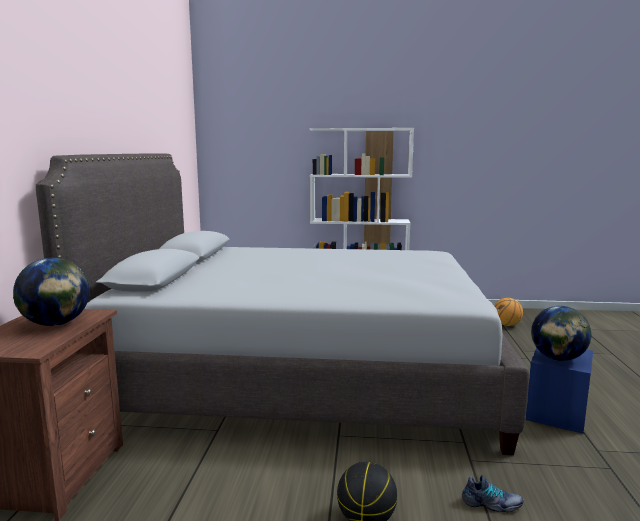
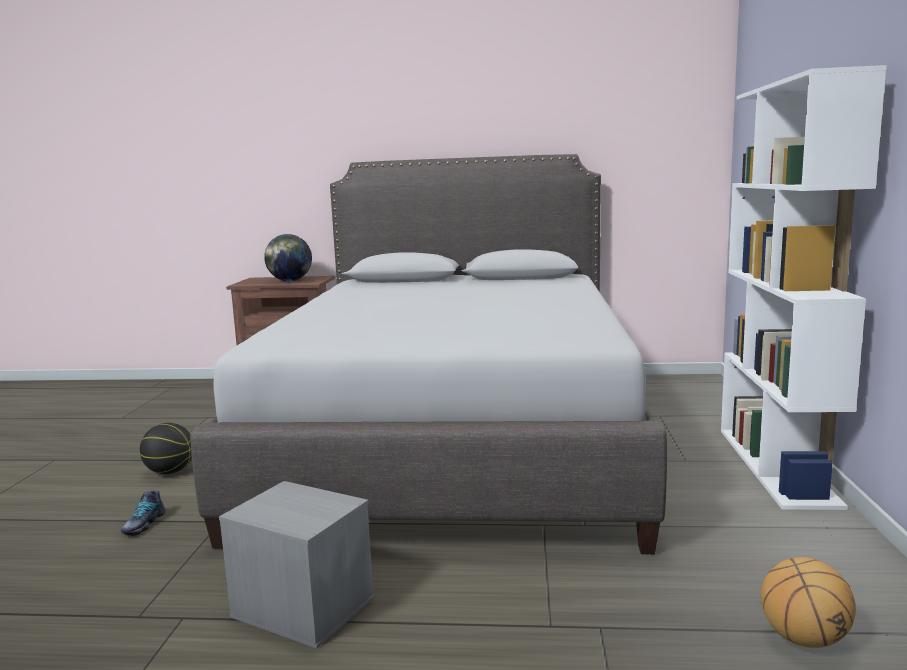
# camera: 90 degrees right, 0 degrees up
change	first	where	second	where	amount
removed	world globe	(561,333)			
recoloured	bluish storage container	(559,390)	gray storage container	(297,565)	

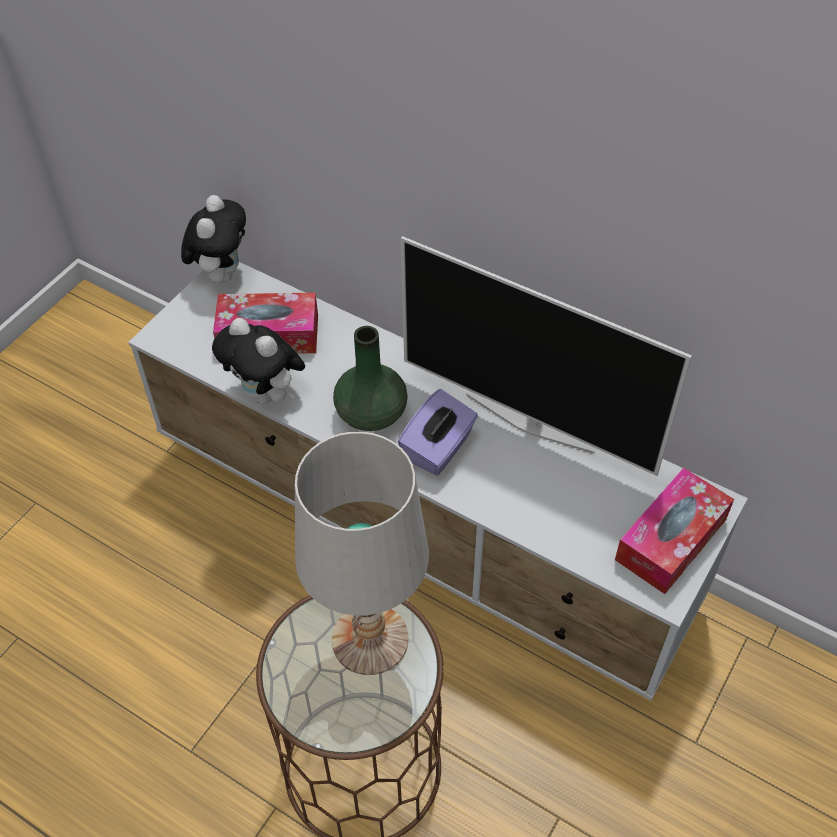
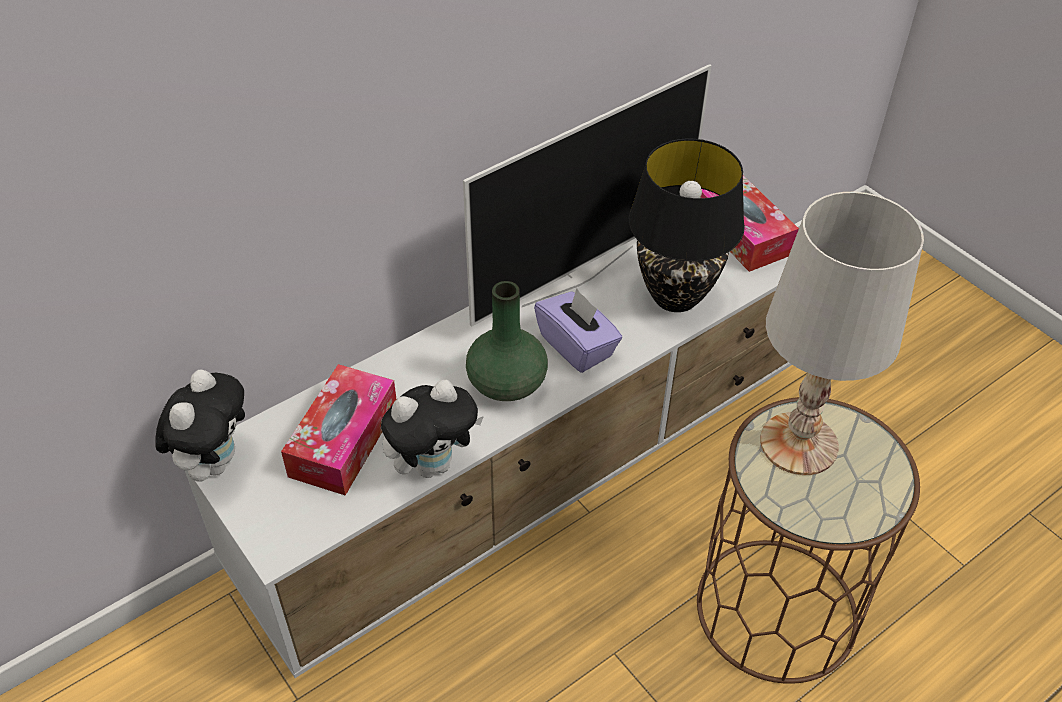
# camera: 70 degrees left, 5 degrees down
change	first	where	second	where	amount
added			blackish lamp for a table	(687,225)	
turned	plush toy	(213,239)		(200,426)	75 degrees clockwise

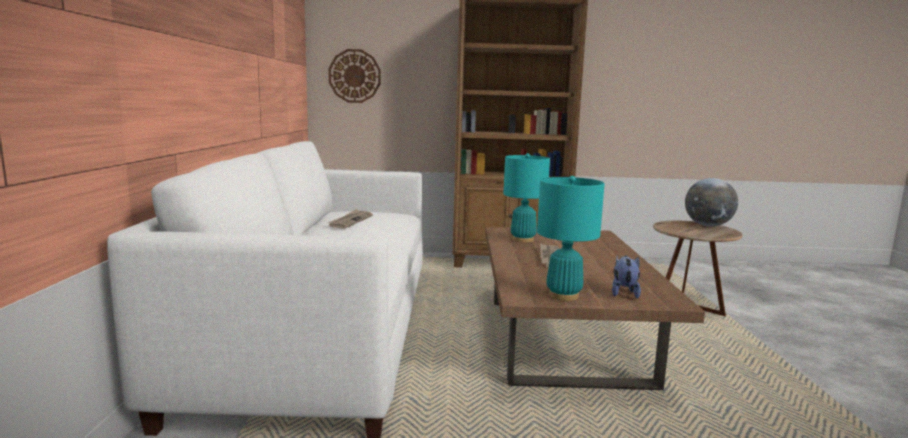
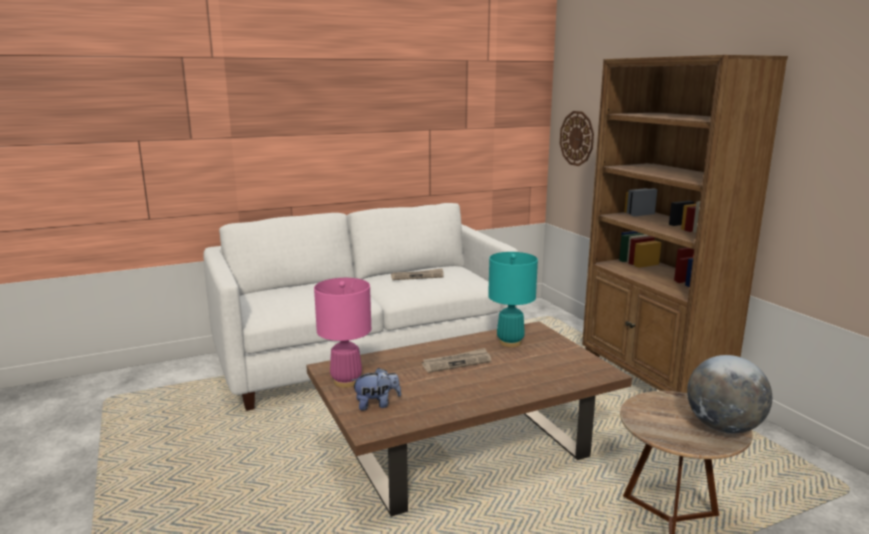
# camera: 65 degrees right, 5 degrees up
change	first	where	second	where	amount
recoloured	blue-green lamp for a table	(571,238)	pinkish lamp for a table	(342,333)	

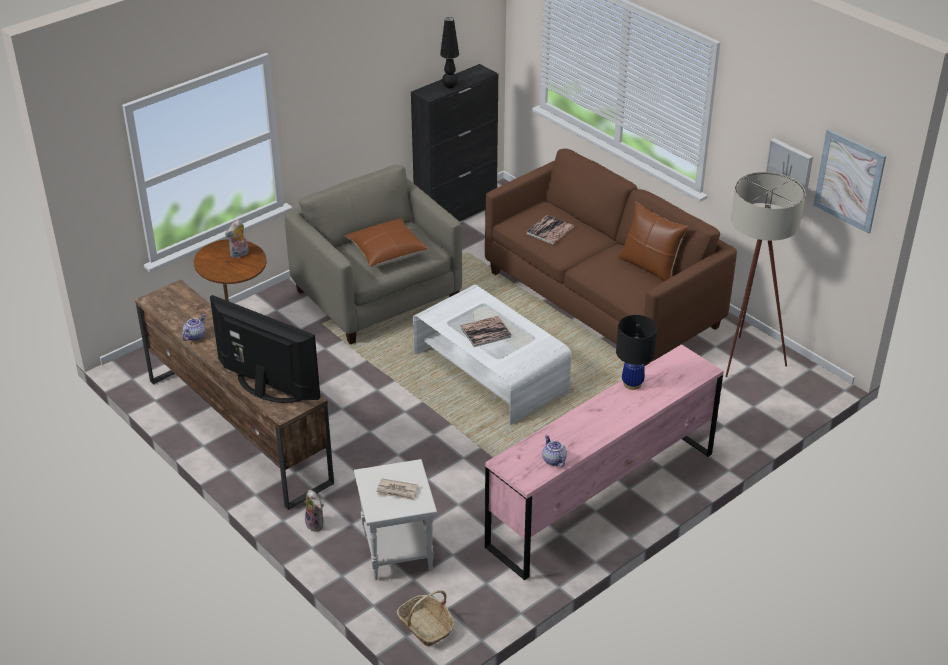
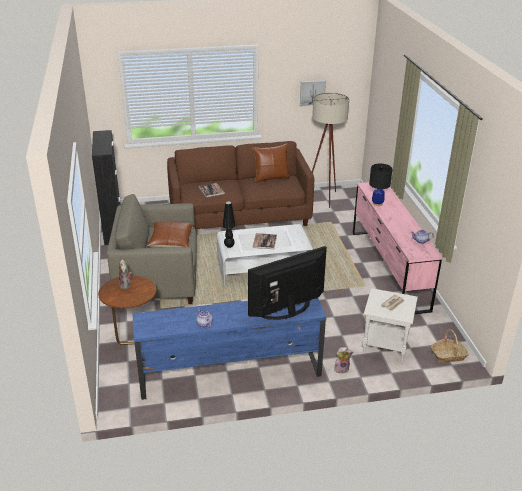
# camera: 60 degrees left, 5 degrees down
change	first	where	second	where	amount
removed	wall picture	(849,181)			
moved	blackish lamp for a table	(449,53)		(228,224)	
recoloured	brown-coloured media console	(234,394)	bluish media console	(229,349)	

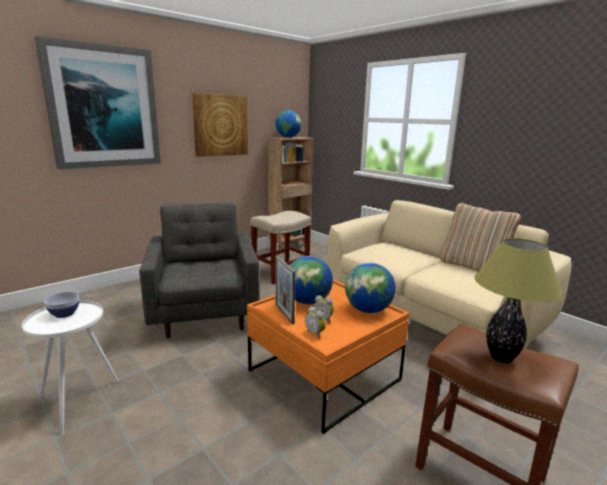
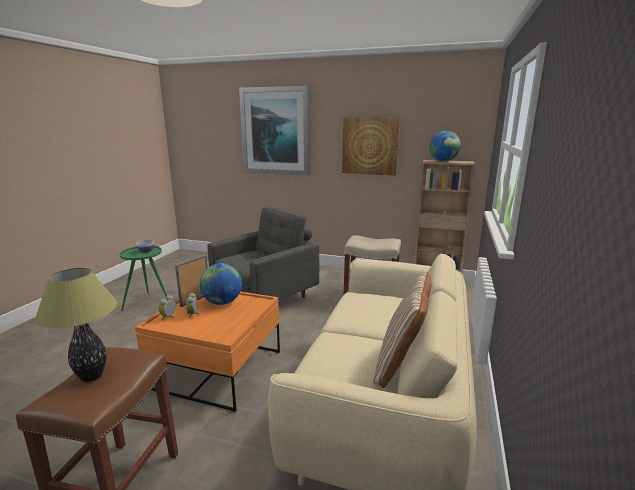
# camera: 60 degrees right, 0 degrees up
change	first	where	second	where	amount
removed	world globe	(370,288)			
recoloured	white-coloured side table	(70,367)	green side table	(143,278)	

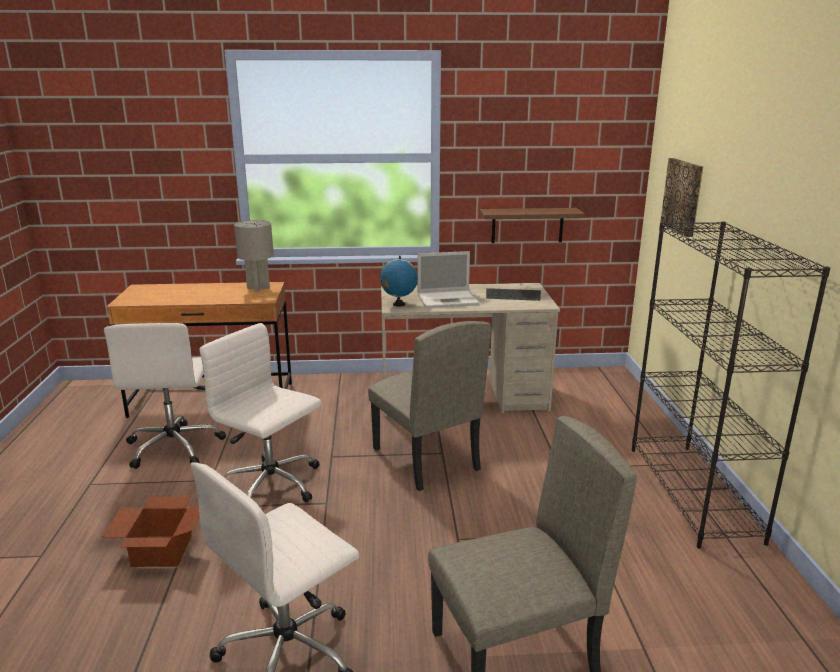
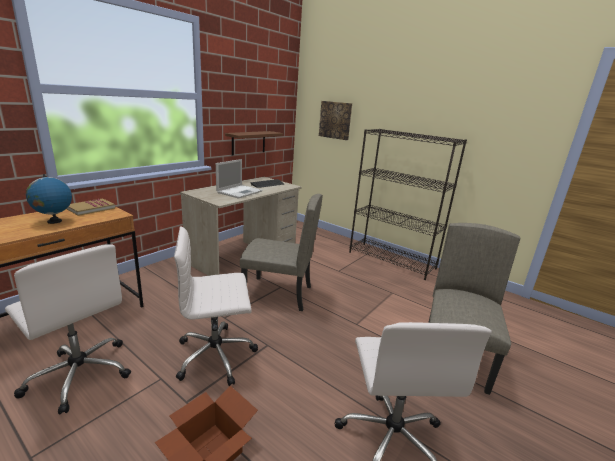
# camera: 50 degrees left, 0 degrees up
change	first	where	second	where	amount
moved	world globe	(399,281)		(49,199)	
replaced	gray lamp for a table	(254,256)	volume	(91,207)	

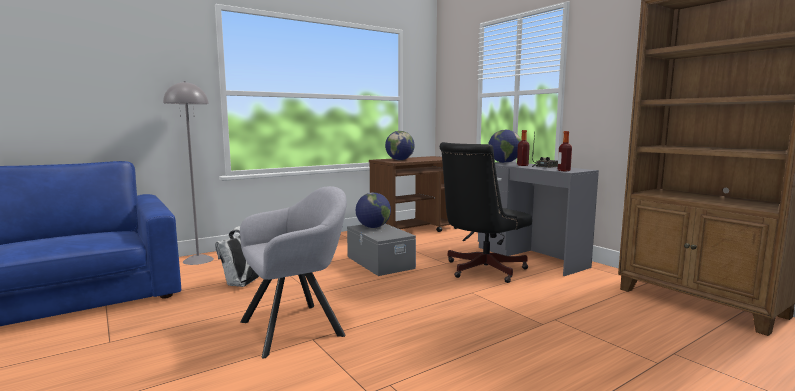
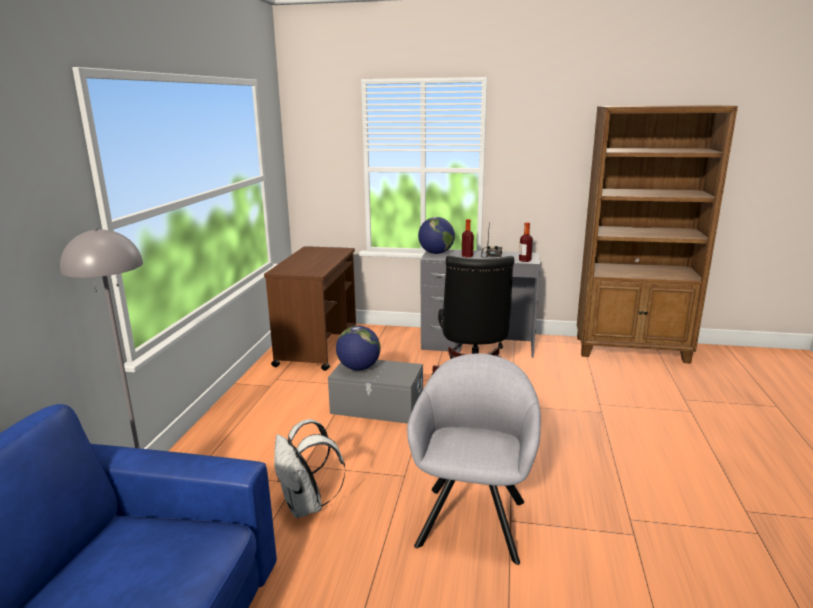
# camera: 45 degrees left, 10 degrees up
change	first	where	second	where	amount
removed	world globe	(400,145)			

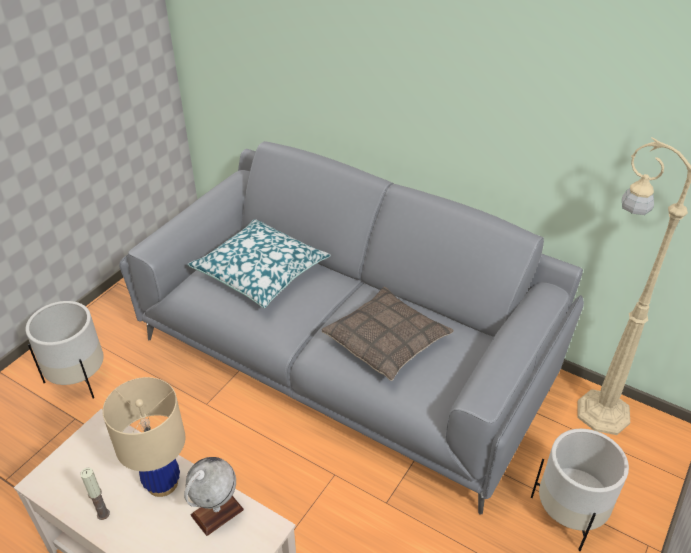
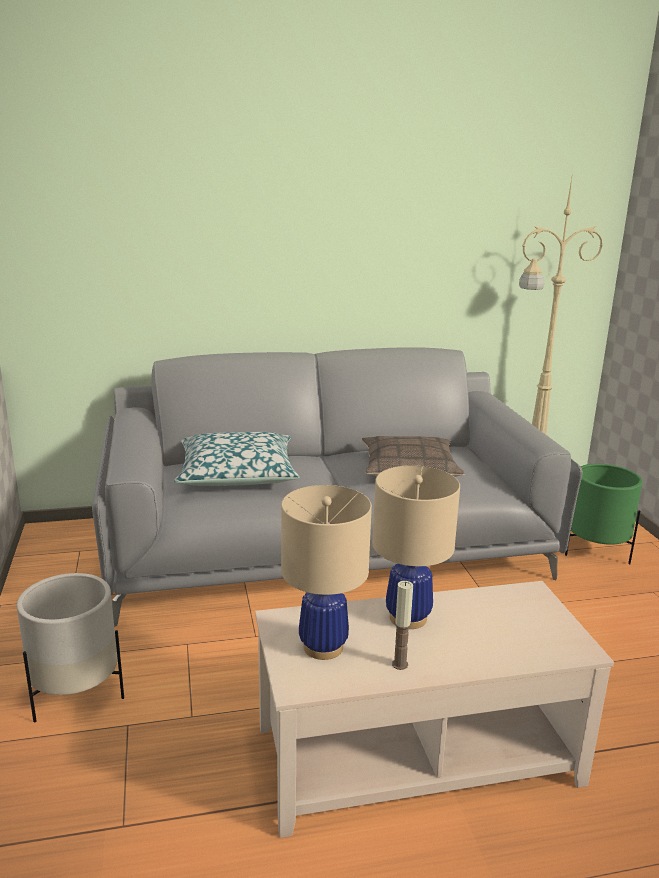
# camera: 45 degrees left, 20 degrees down
change	first	where	second	where	amount
removed	world globe	(214,496)			
added			beige-coloured lamp for a table	(326,572)	
recoloured	white-coloured flower pot	(580,490)	green flower pot	(604,514)	

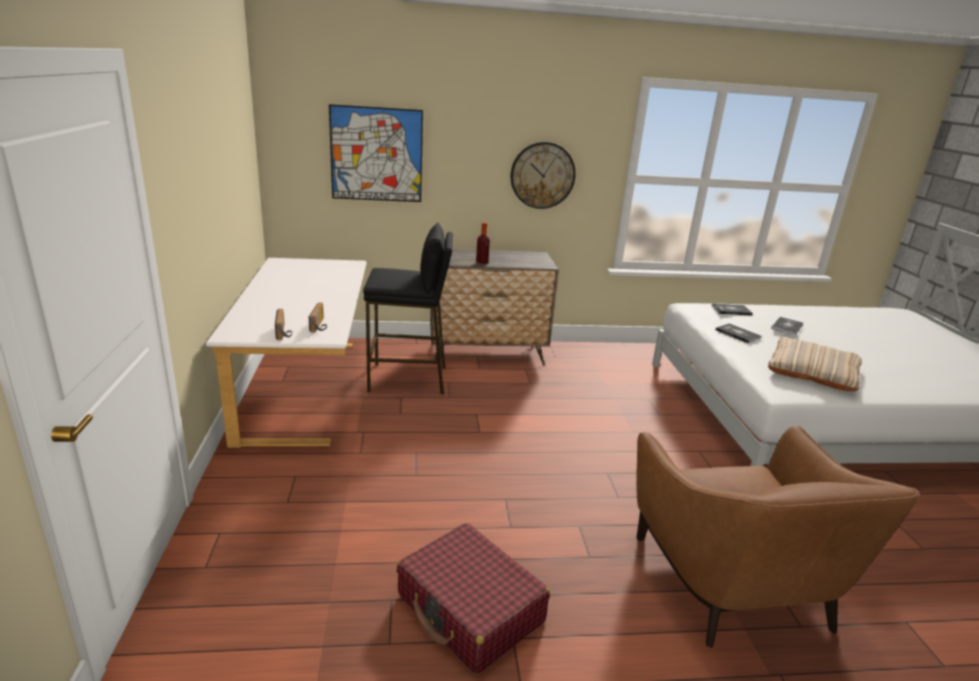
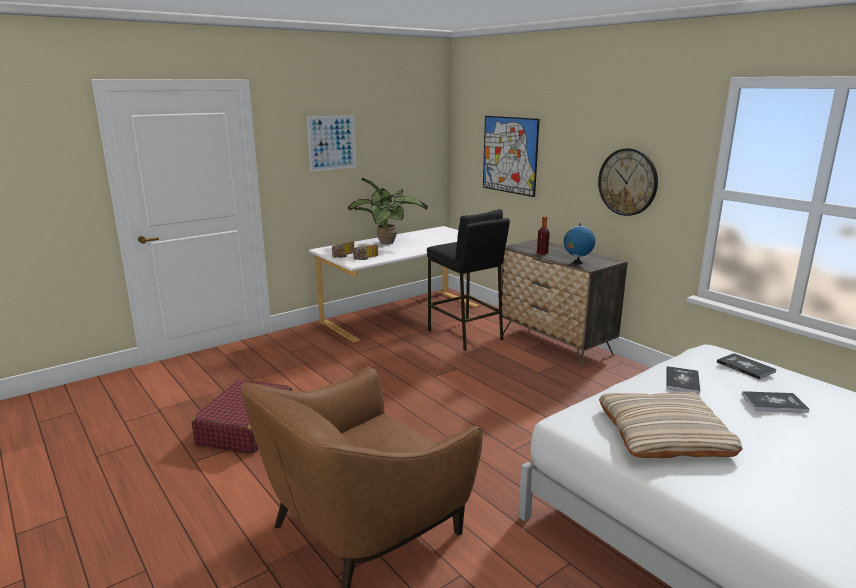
# camera: 60 degrees right, 5 degrees down
change	first	where	second	where	amount
added			wall picture	(331,143)	
added			plant in a pot	(388,211)	
added			world globe	(579,244)	

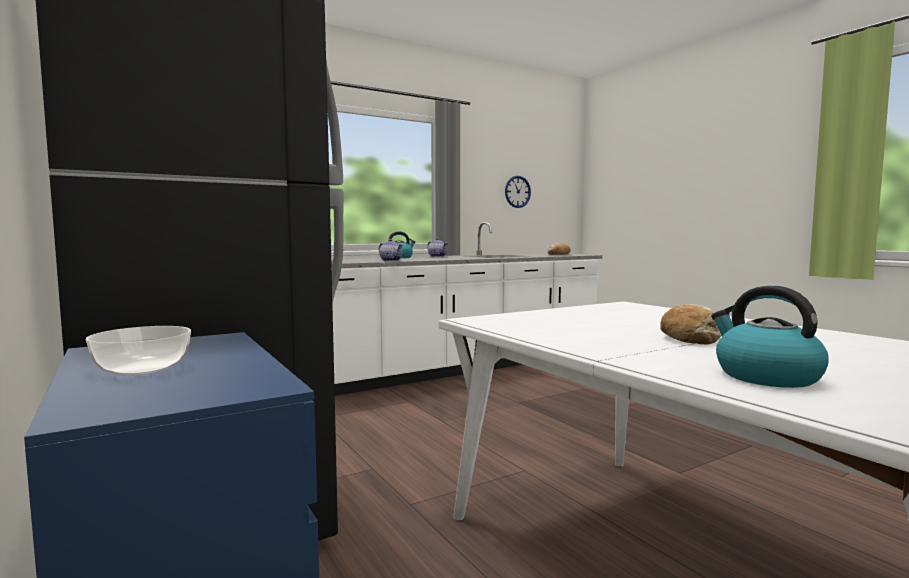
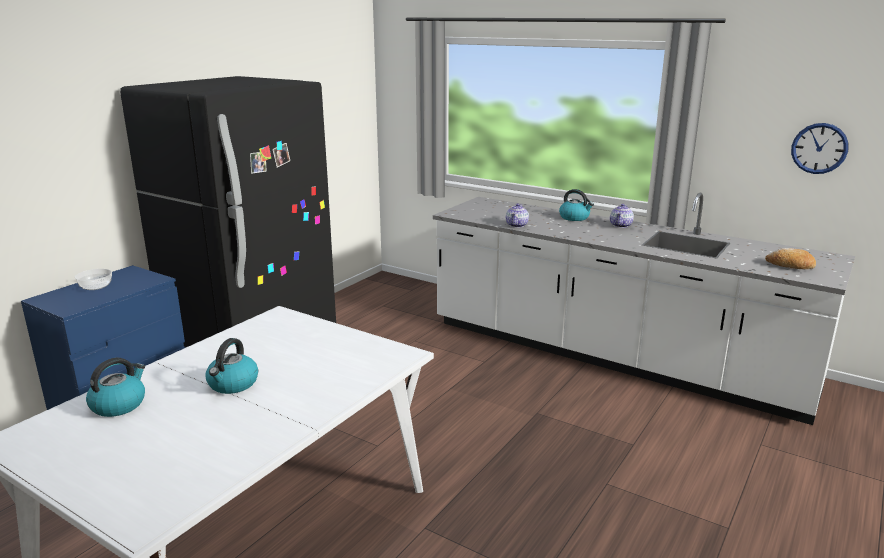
# camera: 65 degrees right, 15 degrees up
change	first	where	second	where	amount
replaced	bread	(690,324)	water kettle	(231,366)	

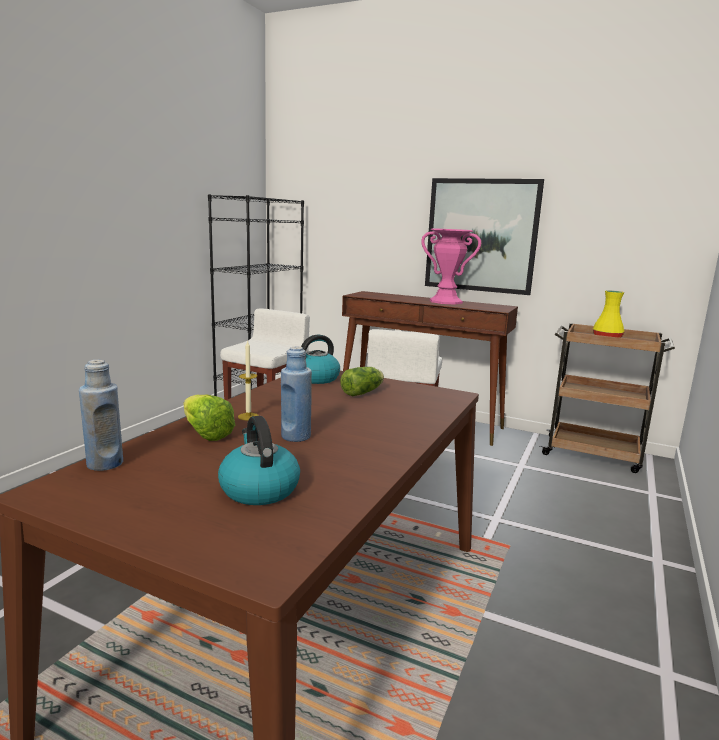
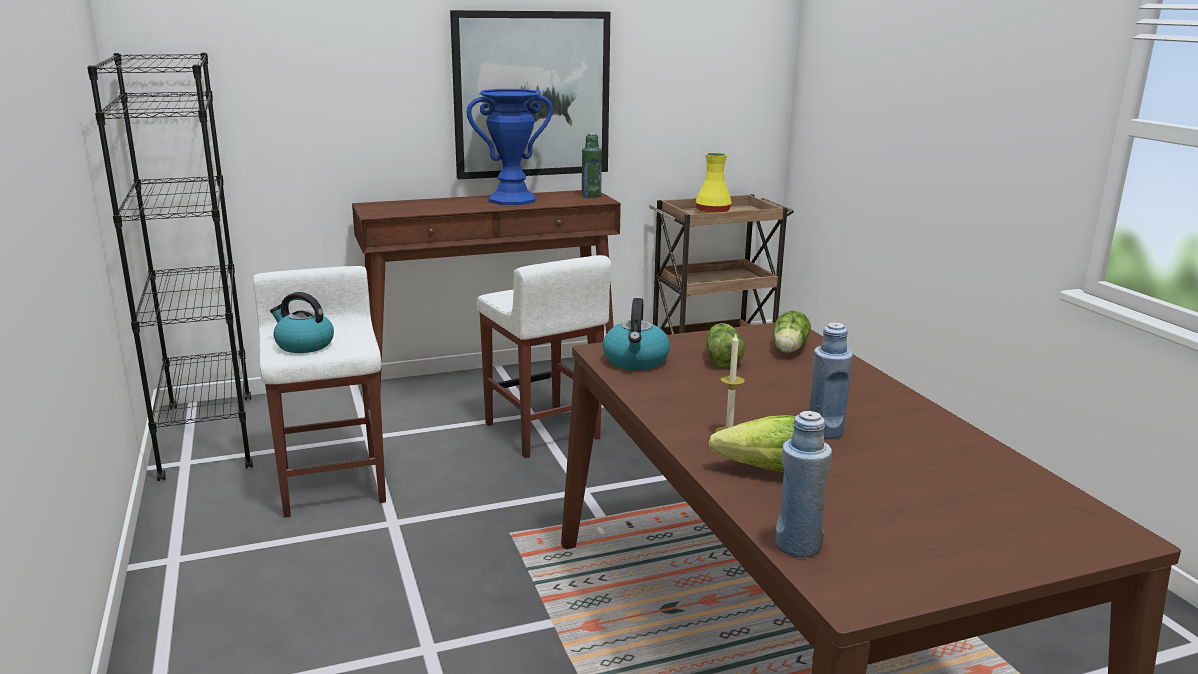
# camera: 45 degrees left, 5 degrees up
change	first	where	second	where	amount
added			green beverage bottle	(592,165)	
added			lettuce	(792,332)	
moved	water kettle	(259,460)		(302,322)	
recoloured	pinkish vase	(451,266)	bluish vase	(510,147)	

